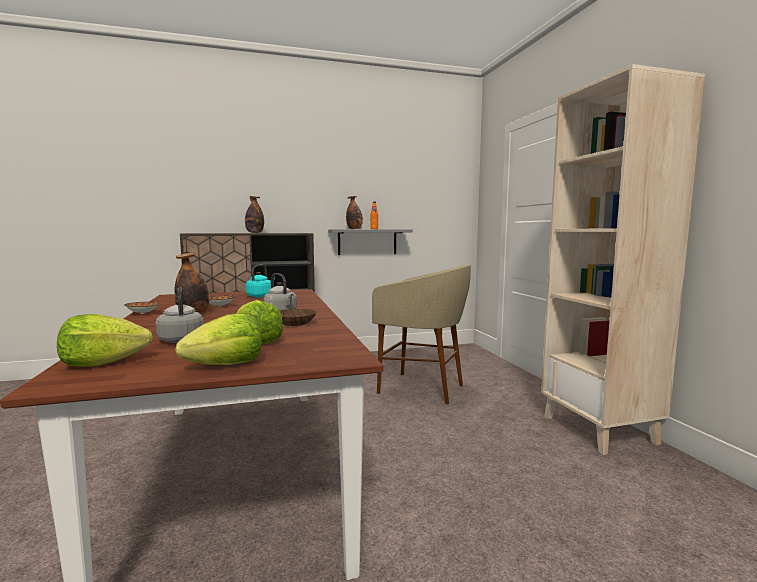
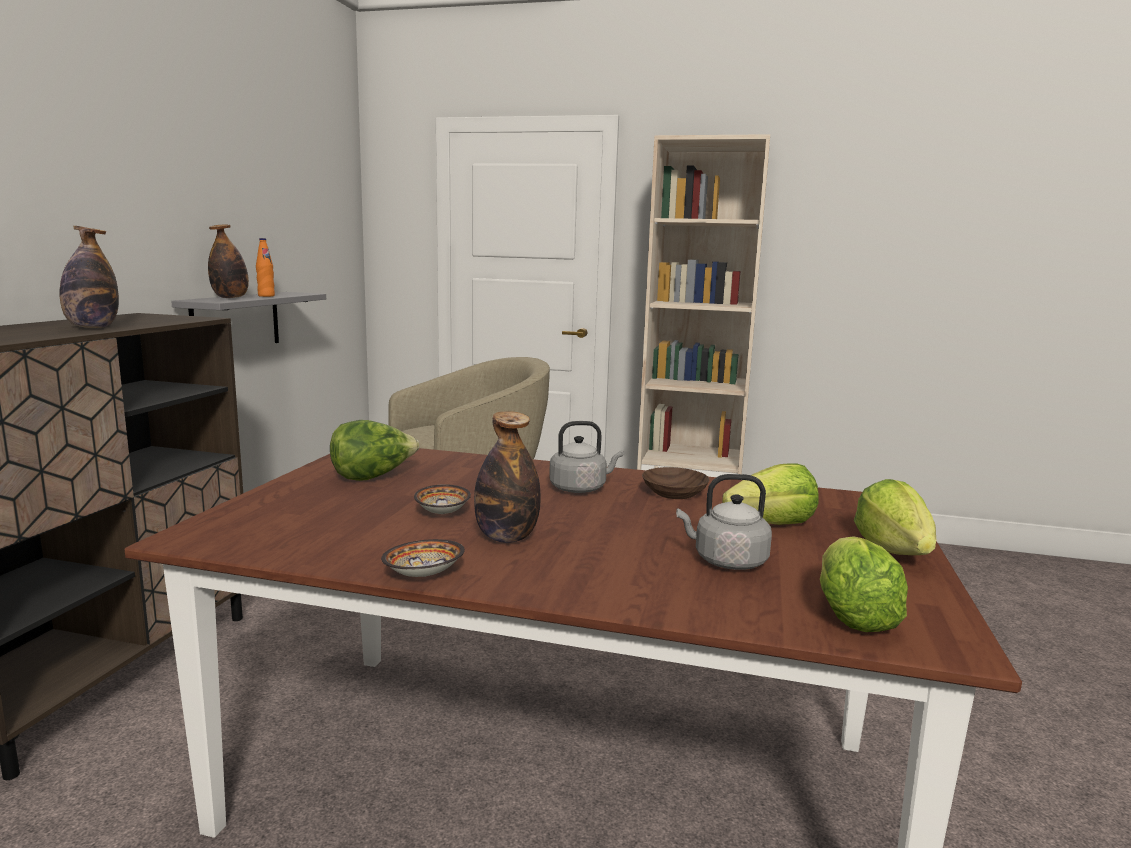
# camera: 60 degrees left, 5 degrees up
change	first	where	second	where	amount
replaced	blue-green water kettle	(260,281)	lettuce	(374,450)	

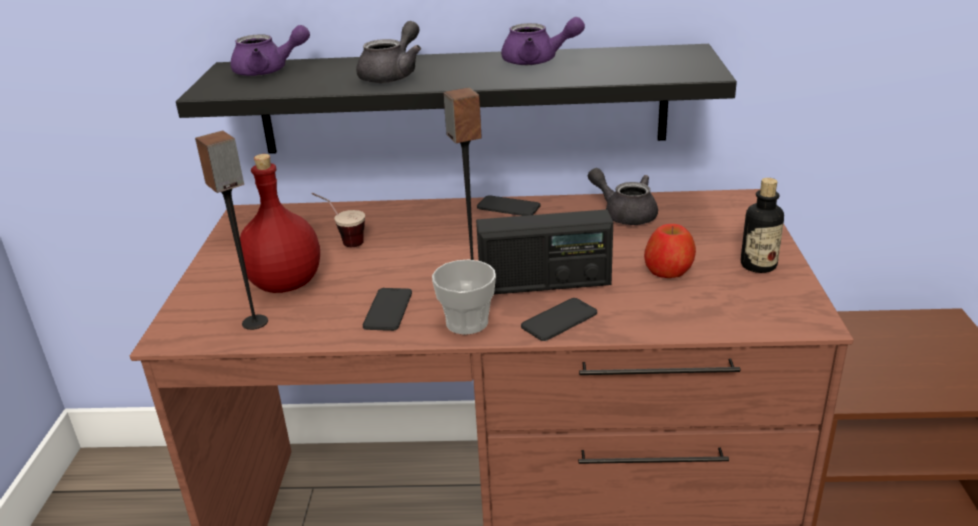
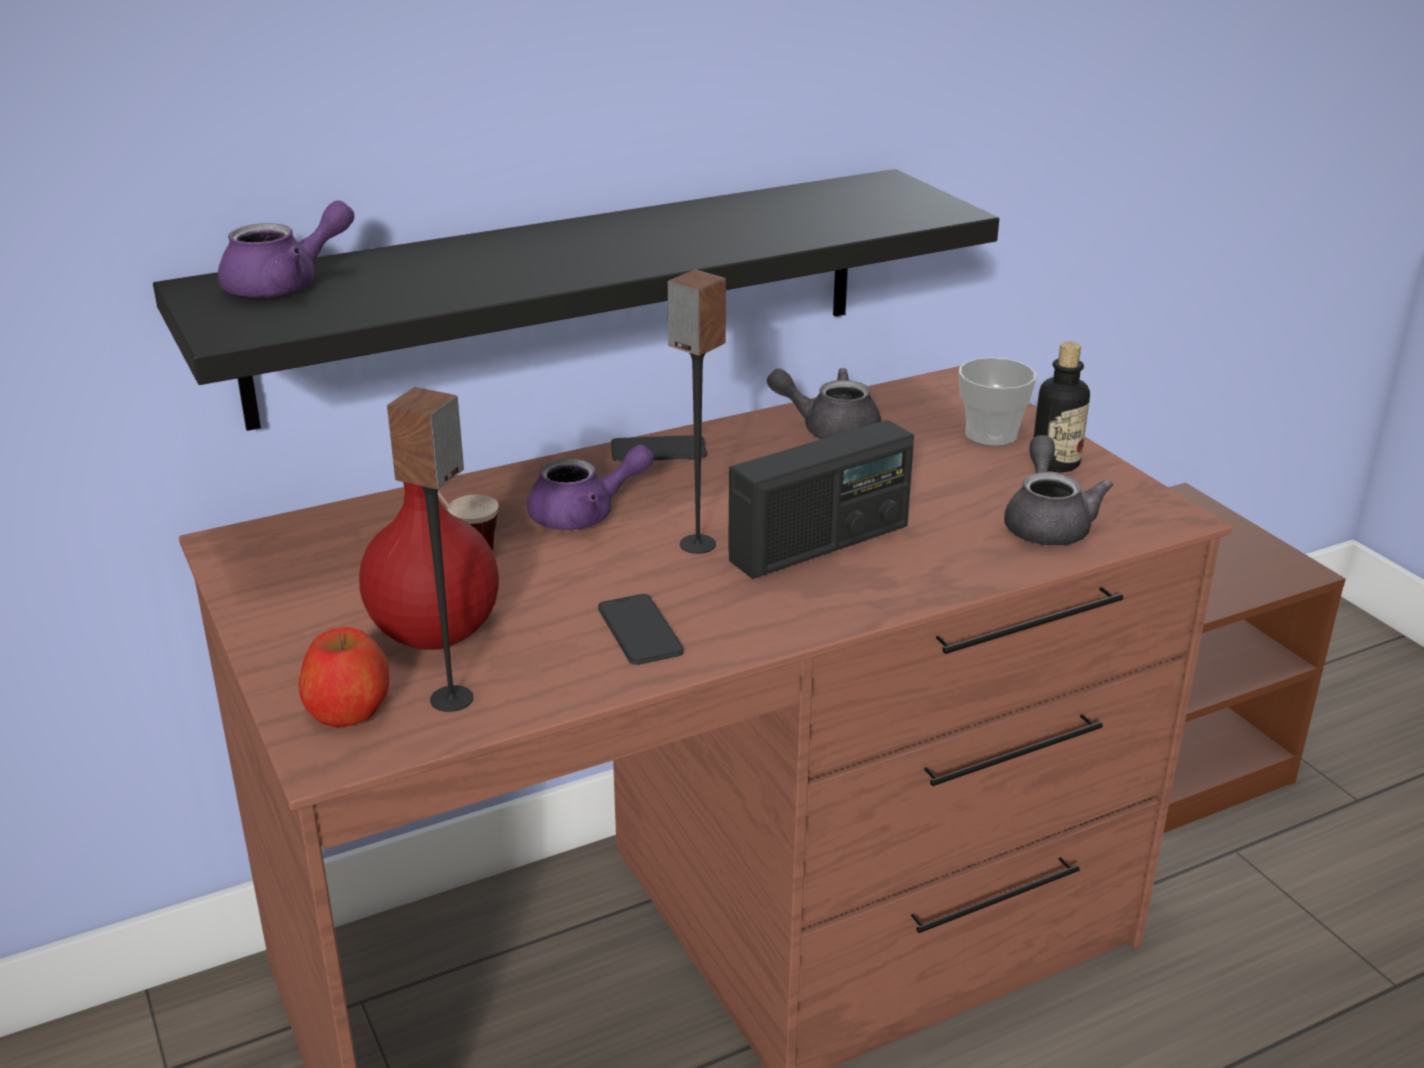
# camera: 30 degrees left, 0 degrees up
change	first	where	second	where	amount
removed	telephone	(559,319)			
moved	gray tea pot	(388,52)		(1058,490)	
moved	small cup	(464,297)		(997,402)	
moved	purple-coloured tea pot	(543,41)		(590,487)	
moved	apple	(670,251)		(343,677)	

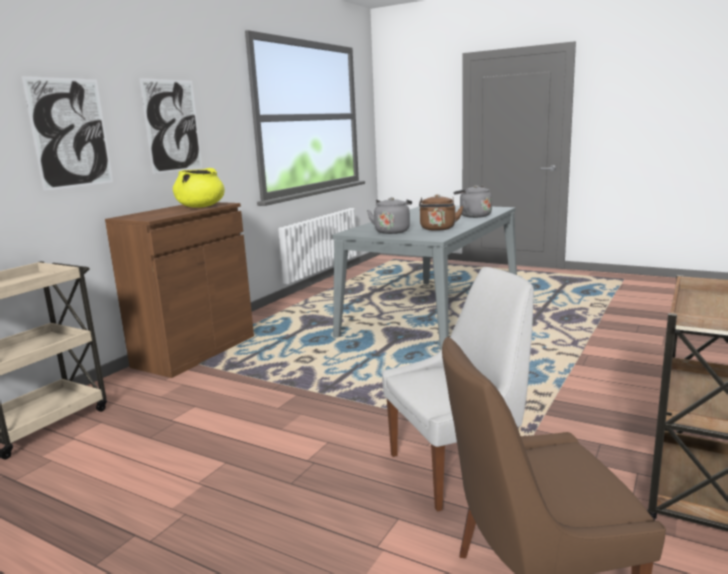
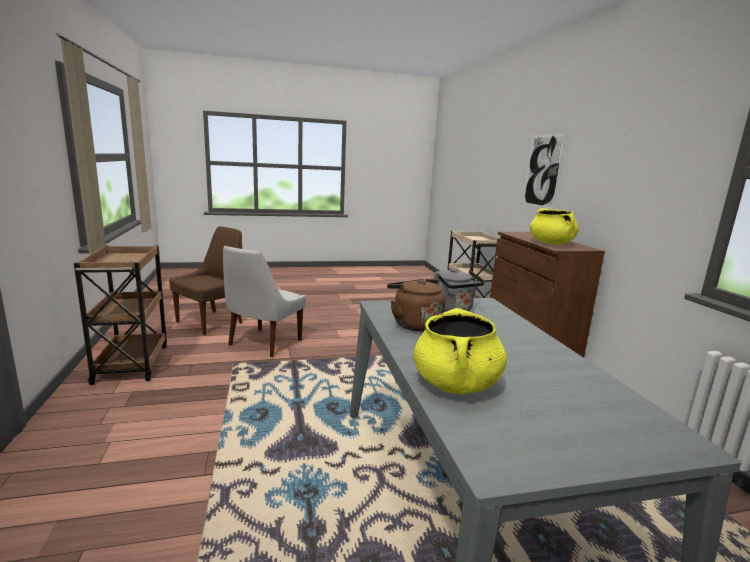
# camera: 135 degrees right, 0 degrees up
change	first	where	second	where	amount
removed	wall picture	(170,126)			
replaced	gray water kettle	(473,201)	yellowish stockpot	(460,351)	

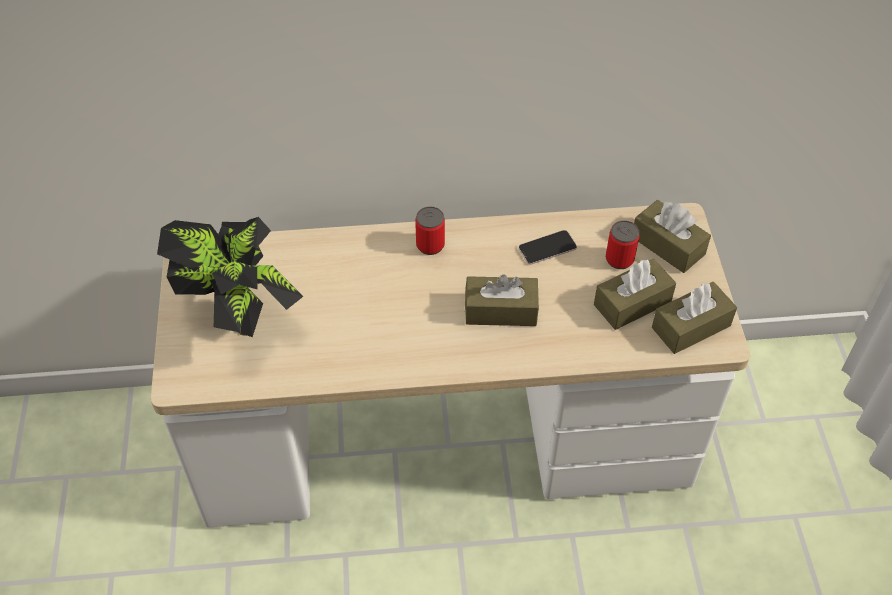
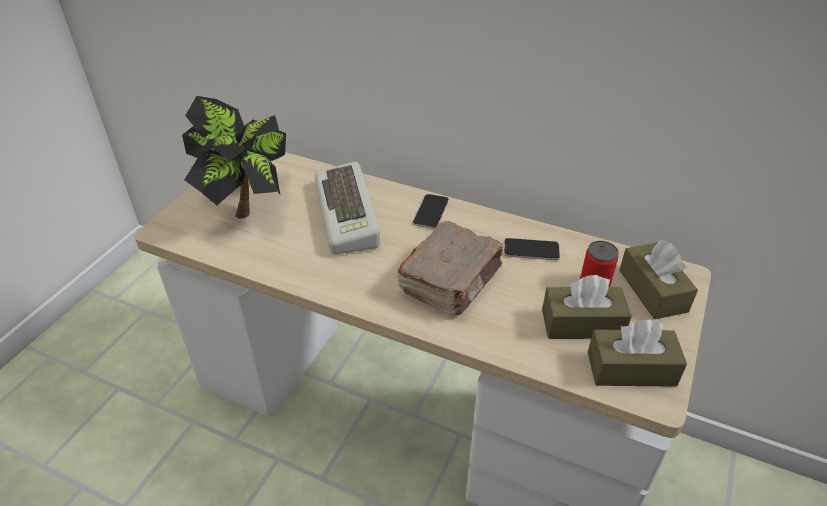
# camera: 30 degrees right, 10 degrees down
change	first	where	second	where	amount
added			computer keyboard	(347,208)	
replaced	metal can	(430,230)	telephone	(431,211)	
replaced	brown-coloured tissue holder	(502,300)	brown-coloured volume	(450,268)	

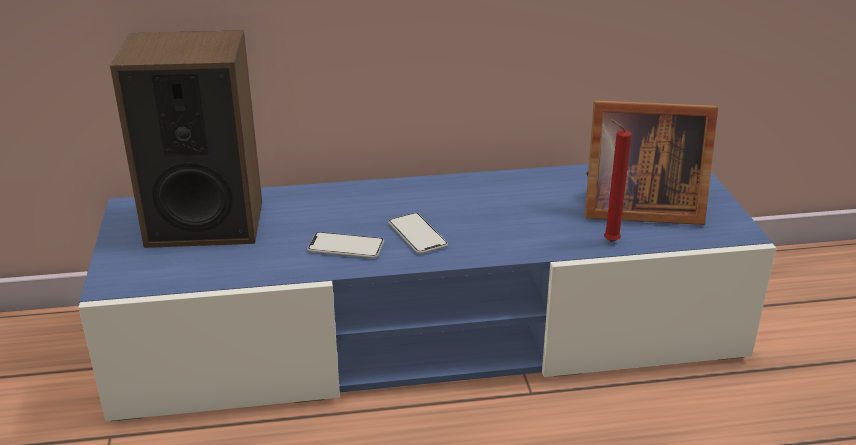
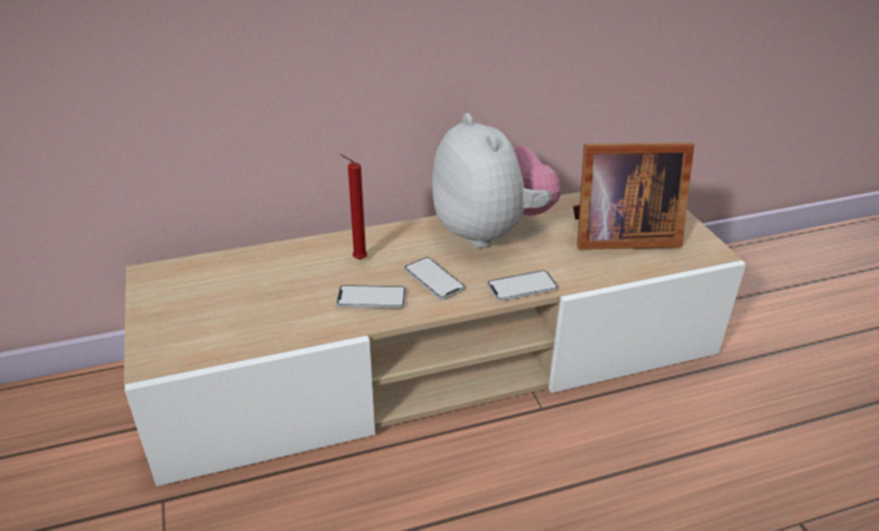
# camera: 10 degrees left, 5 degrees up
change	first	where	second	where	amount
removed	loudspeaker	(186,139)			
added			plush toy	(496,180)	
added			telephone	(522,285)	
moved	reddish candle	(618,180)		(353,207)	
recoloured	bluish media console	(427,292)	beige-coloured media console	(435,339)	

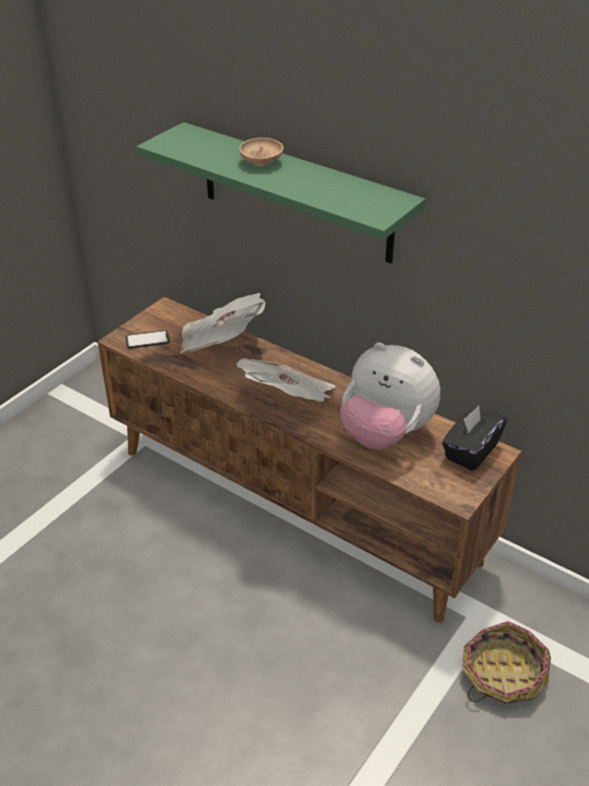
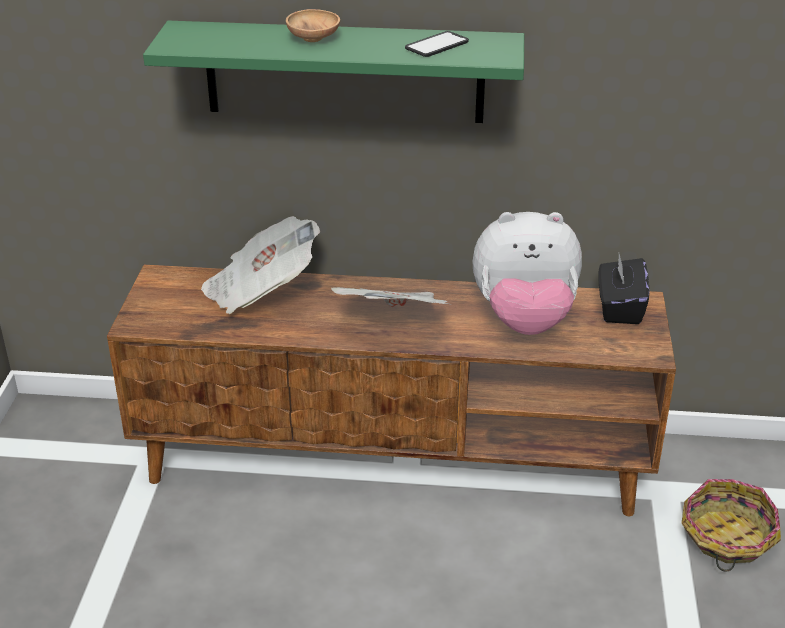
# camera: 30 degrees left, 5 degrees down
change	first	where	second	where	amount
moved	telephone	(147,339)		(437,44)	

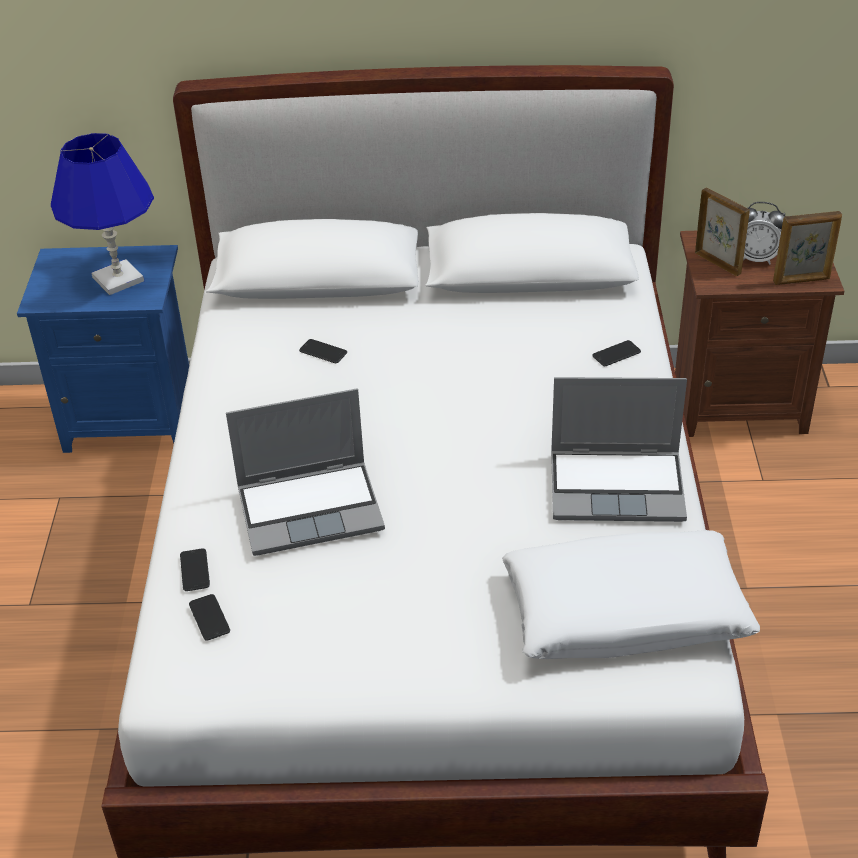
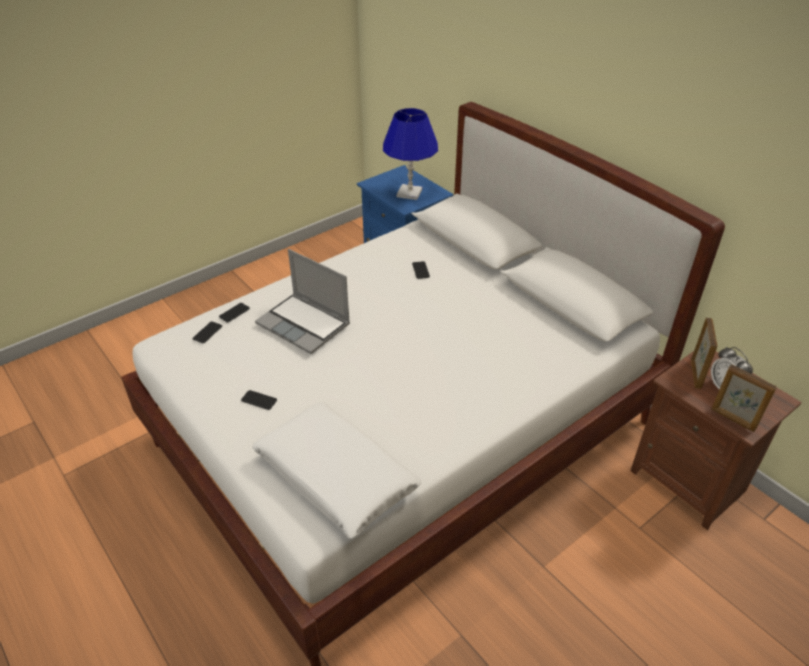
# camera: 50 degrees right, 0 degrees up
change	first	where	second	where	amount
removed	laptop	(619,449)			
moved	telephone	(616,353)		(259,400)	

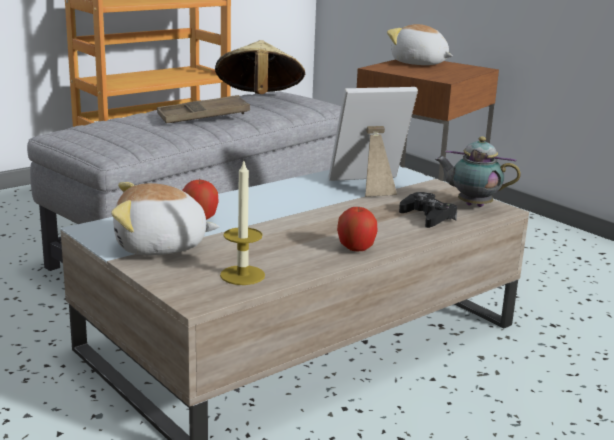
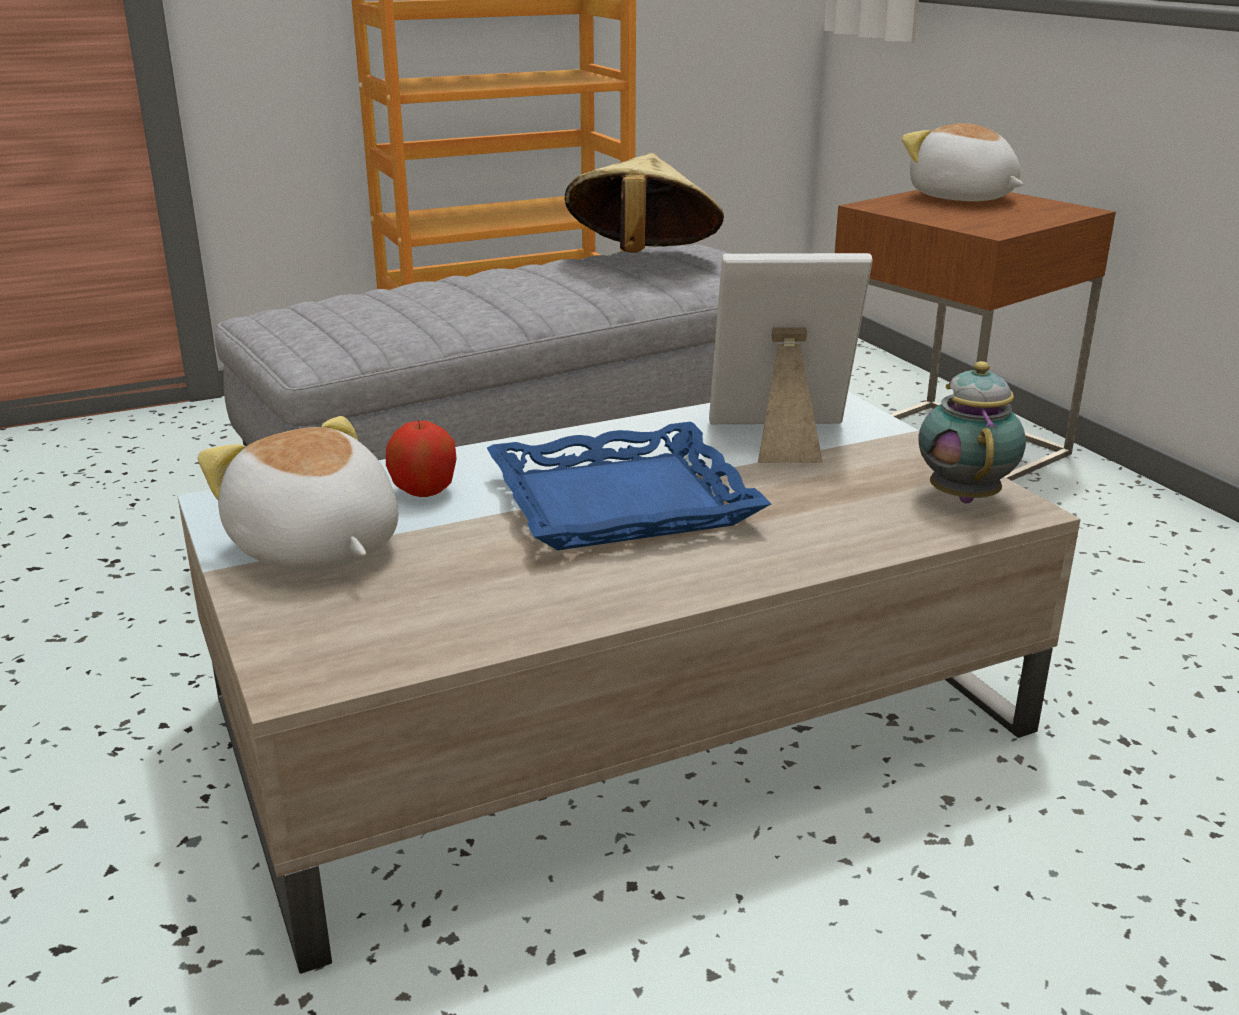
# camera: 15 degrees right, 5 degrees up
change	first	where	second	where	amount
removed	brown-coloured tray	(203,109)			
removed	candle	(242,223)			
removed	apple	(357,229)			
removed	blackish gamepad	(428,210)			
added			bluish tray	(629,486)	
turned	plush toy	(165,218)		(298,493)	45 degrees clockwise
turned	tea pot	(478,171)		(972,432)	60 degrees clockwise

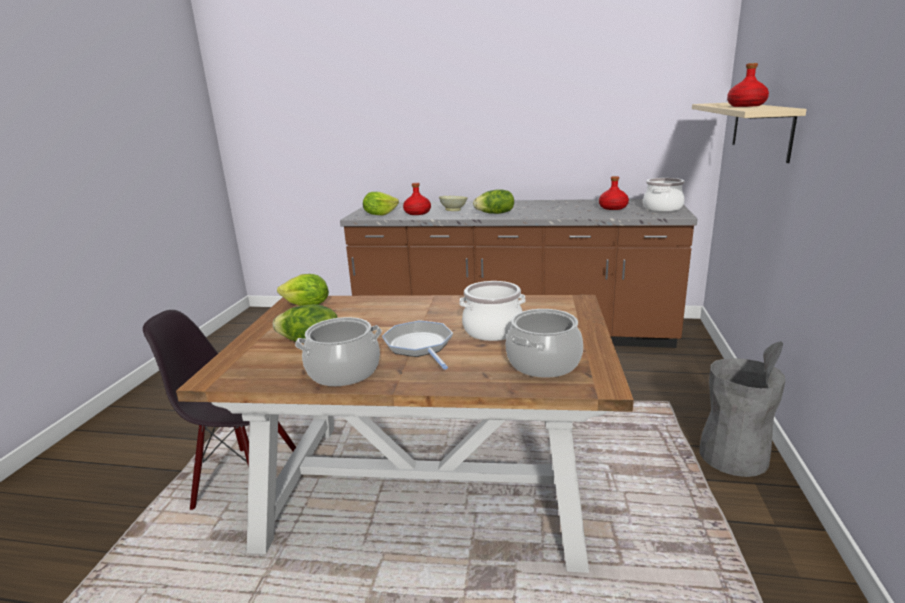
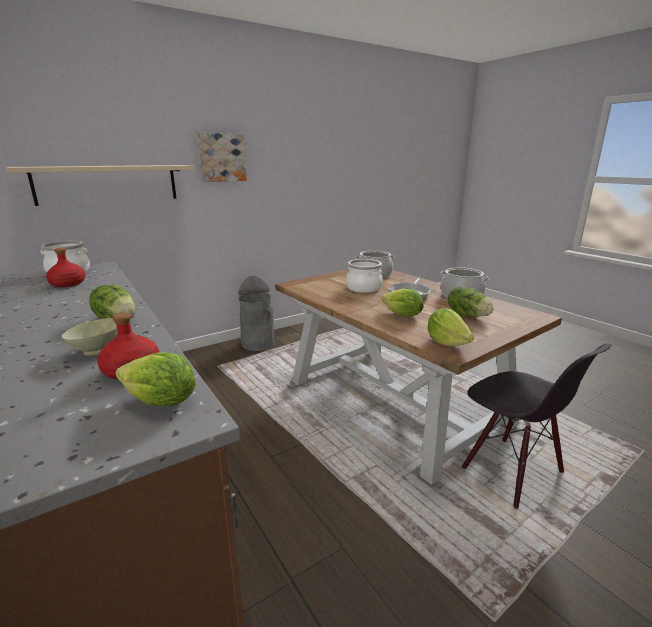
# camera: 135 degrees left, 0 degrees up
change	first	where	second	where	amount
removed	reddish beverage bottle	(748,85)			
added			wall picture	(222,157)	
added			lettuce	(402,302)	

